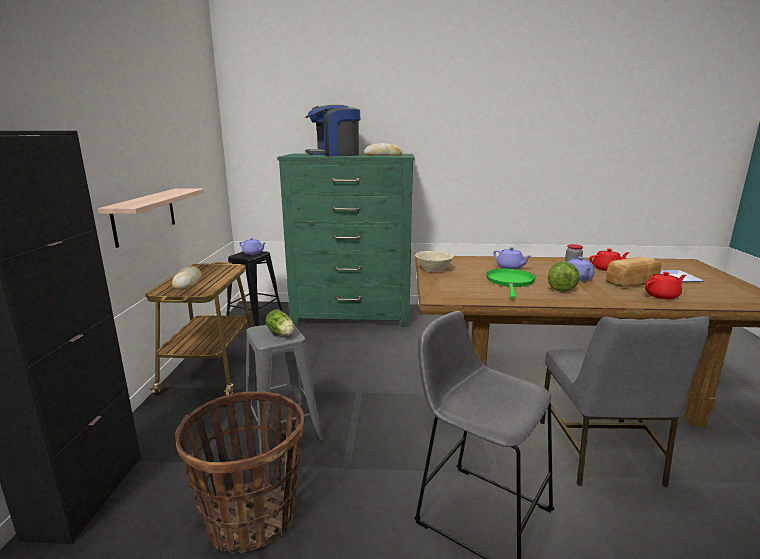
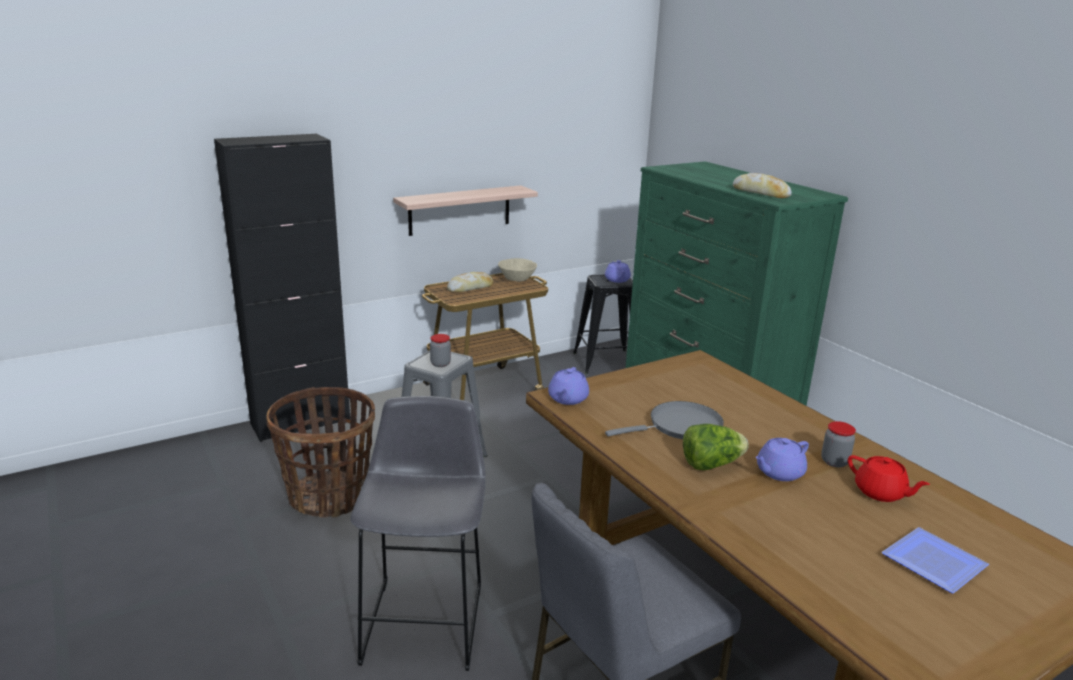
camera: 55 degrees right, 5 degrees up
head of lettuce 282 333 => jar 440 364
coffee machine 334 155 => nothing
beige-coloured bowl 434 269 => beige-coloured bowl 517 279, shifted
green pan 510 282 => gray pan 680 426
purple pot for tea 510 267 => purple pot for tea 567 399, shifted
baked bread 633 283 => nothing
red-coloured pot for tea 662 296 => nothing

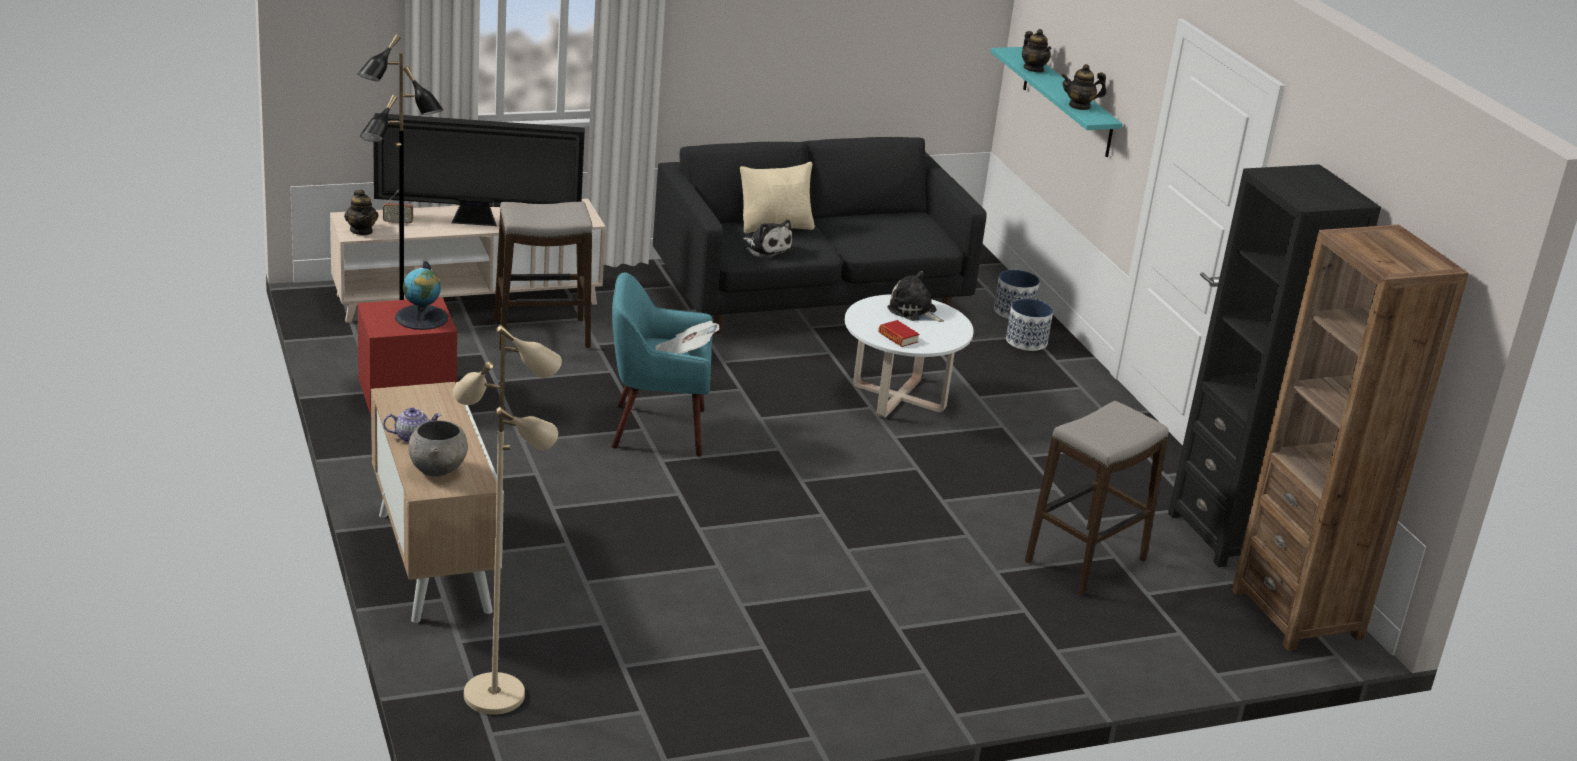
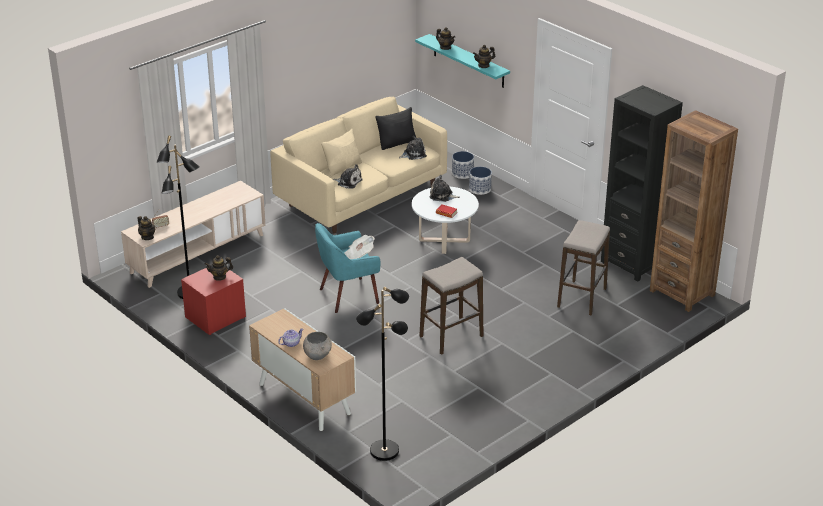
camera: 20 degrees left, 5 degrees up
TV 477 222 => nothing
globe 422 317 => pot for tea 219 277
beige-coloured floor lamp 495 694 => black floor lamp 384 450
sitting stool 542 335 => sitting stool 451 336, shifted
black sofa 810 296 => beige-coloured sofa 361 196
nothing => black throw pillow 397 143
nothing => cuddly toy 413 154

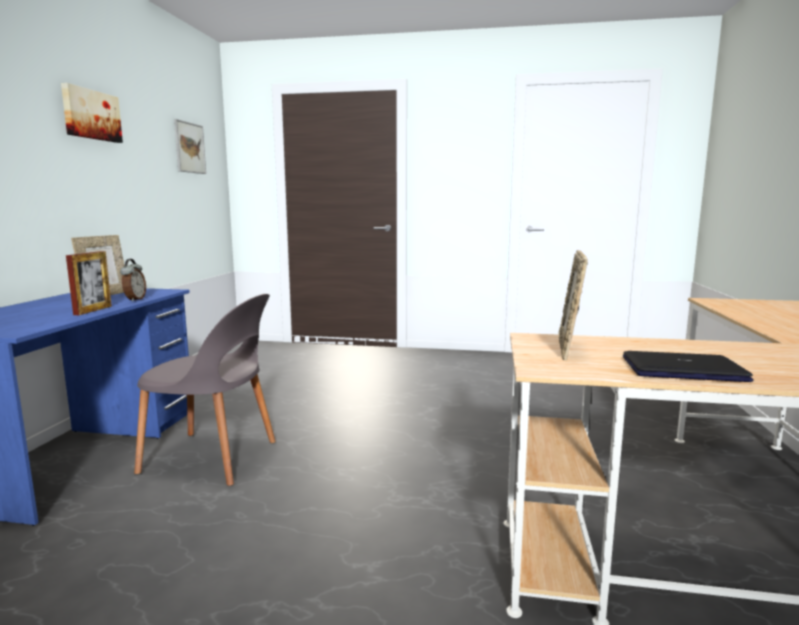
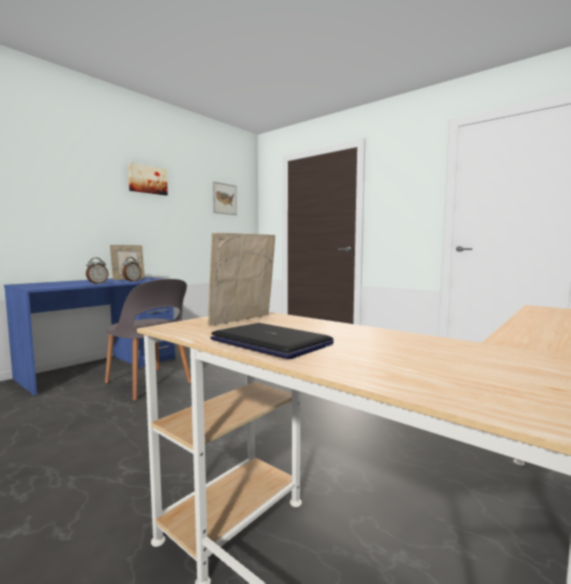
camera: 30 degrees right, 5 degrees down
photo frame 93 310 => bedside clock 97 283

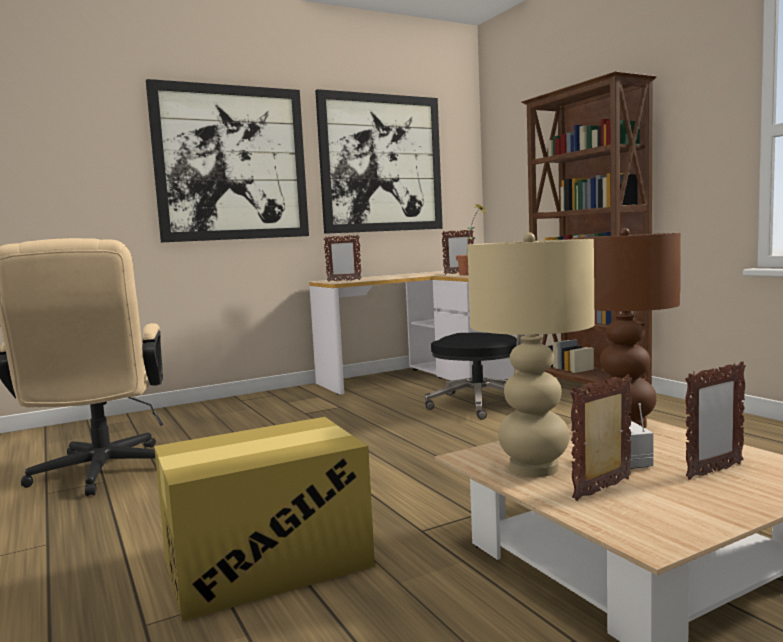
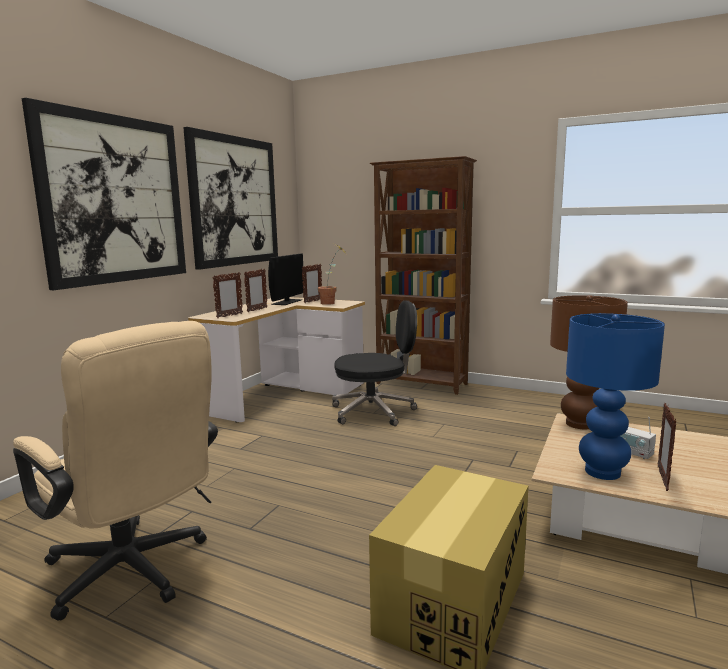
camera: 35 degrees left, 5 degrees up
beige-coloured tabletop lamp 533 468 => blue-coloured tabletop lamp 602 472
photo frame 714 471 => photo frame 257 310, shifted
nothing => computer display 287 302

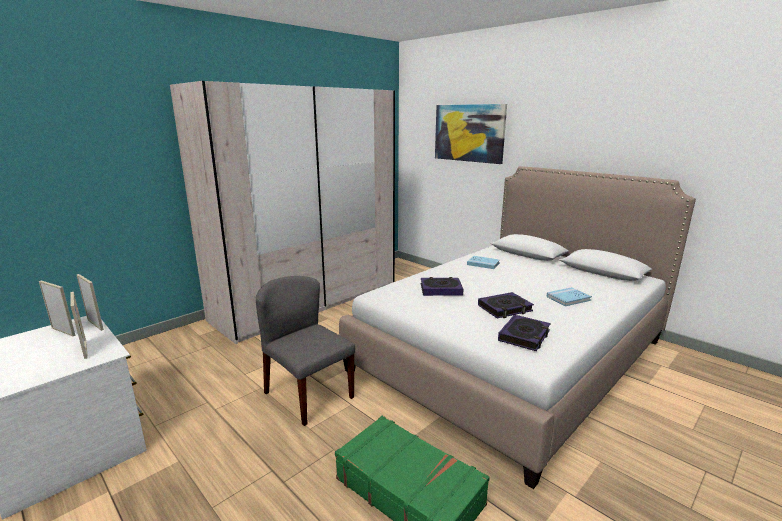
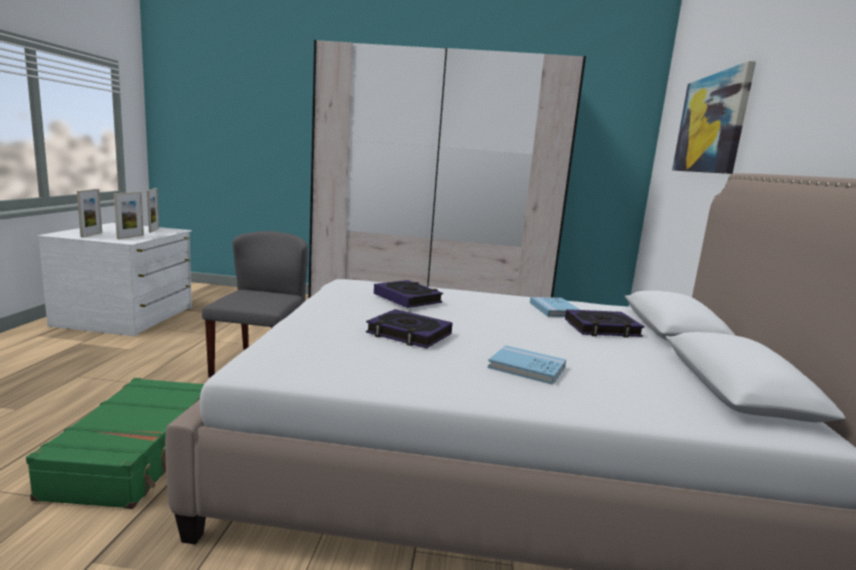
camera: 50 degrees right, 5 degrees down
photo frame 95 324 => photo frame 91 234, shifted
book 524 336 => book 602 328, shifted

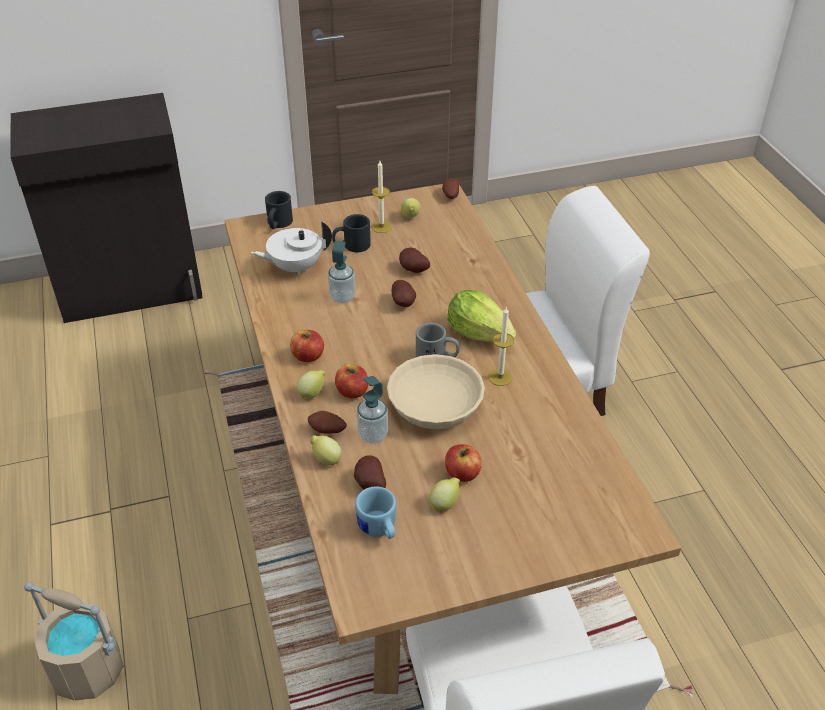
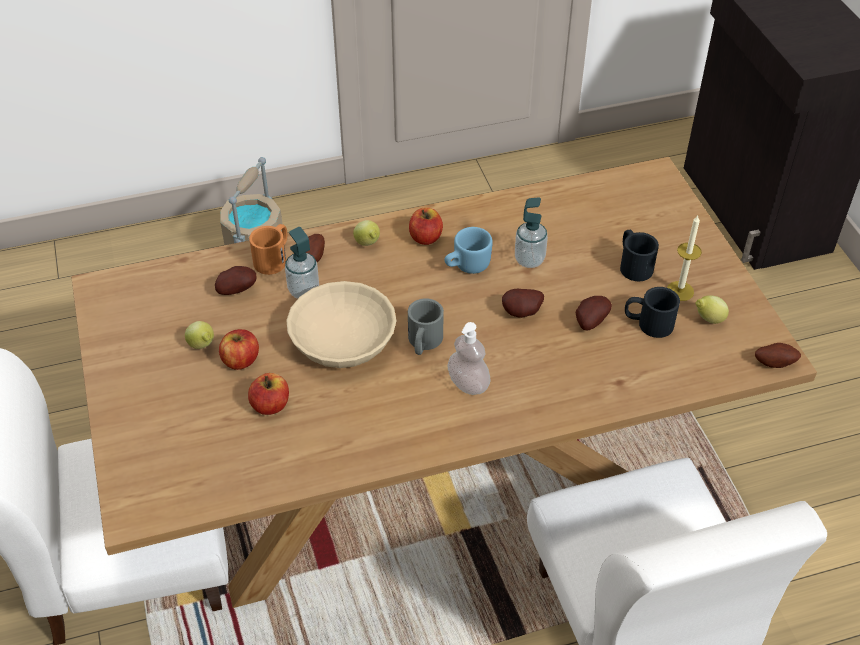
camera: 90 degrees right, 5 degrees up
whitish pot for tea 295 267 => nothing
black mug 278 224 => black mug 648 323, shifted
lemon 326 459 => orange mug 274 258
apple 352 391 => apple 270 405, shifted
blue-coloured mug 379 530 => blue-coloured mug 466 266, shifted
head of lettuce 480 333 => liquid soap bottle 468 384
candle 500 377 => nothing

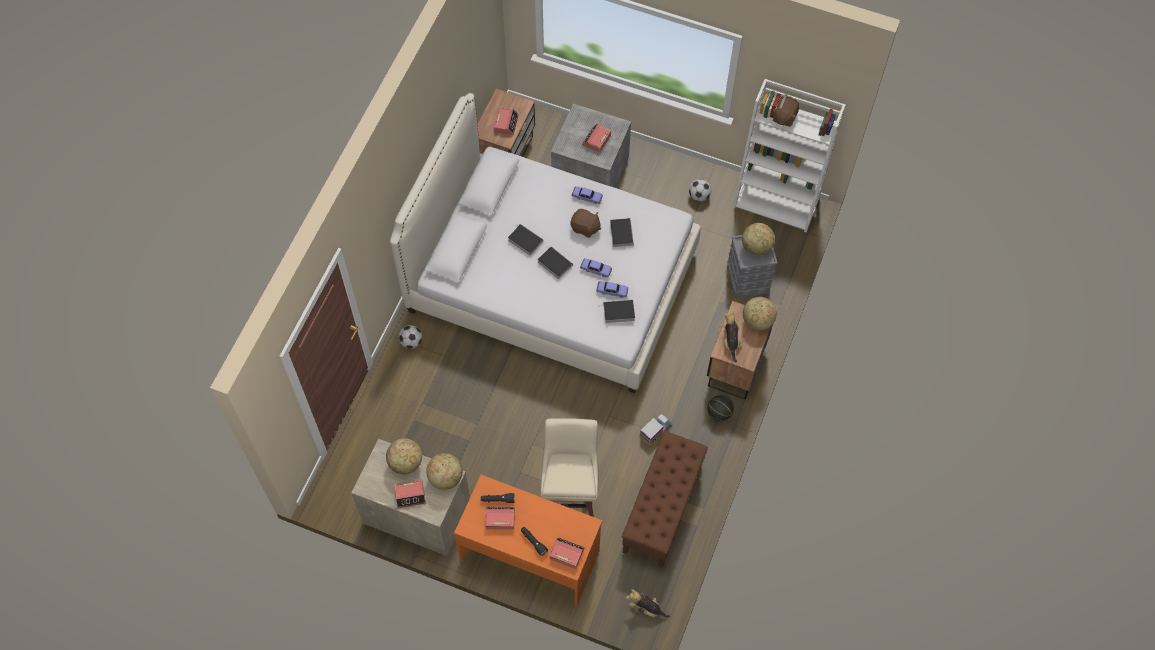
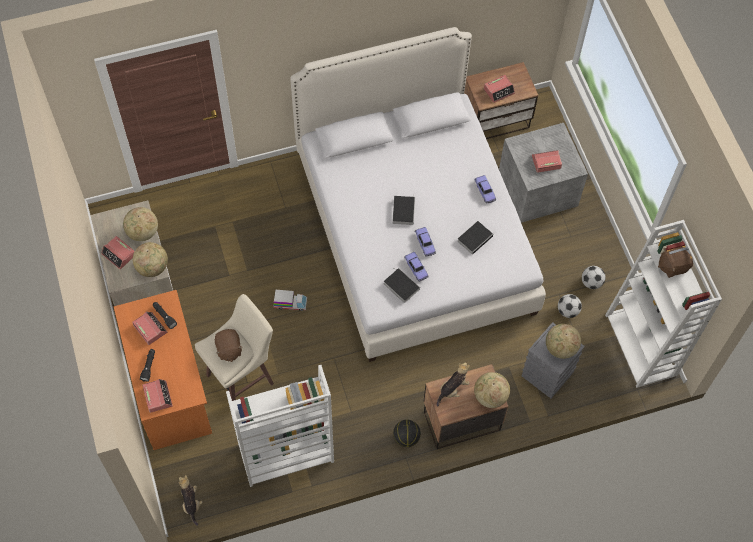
camera: 50 degrees right, 0 degrees up
football 411 342 => football 568 311, shifted
book 524 240 => nothing
brown-coloured cuddly toy 585 228 => brown-coloured cuddly toy 228 349, shifted
brown-coloured bench 662 509 => whitish bookshelf 285 454
toy lorry 655 430 => toy lorry 290 303, shifted

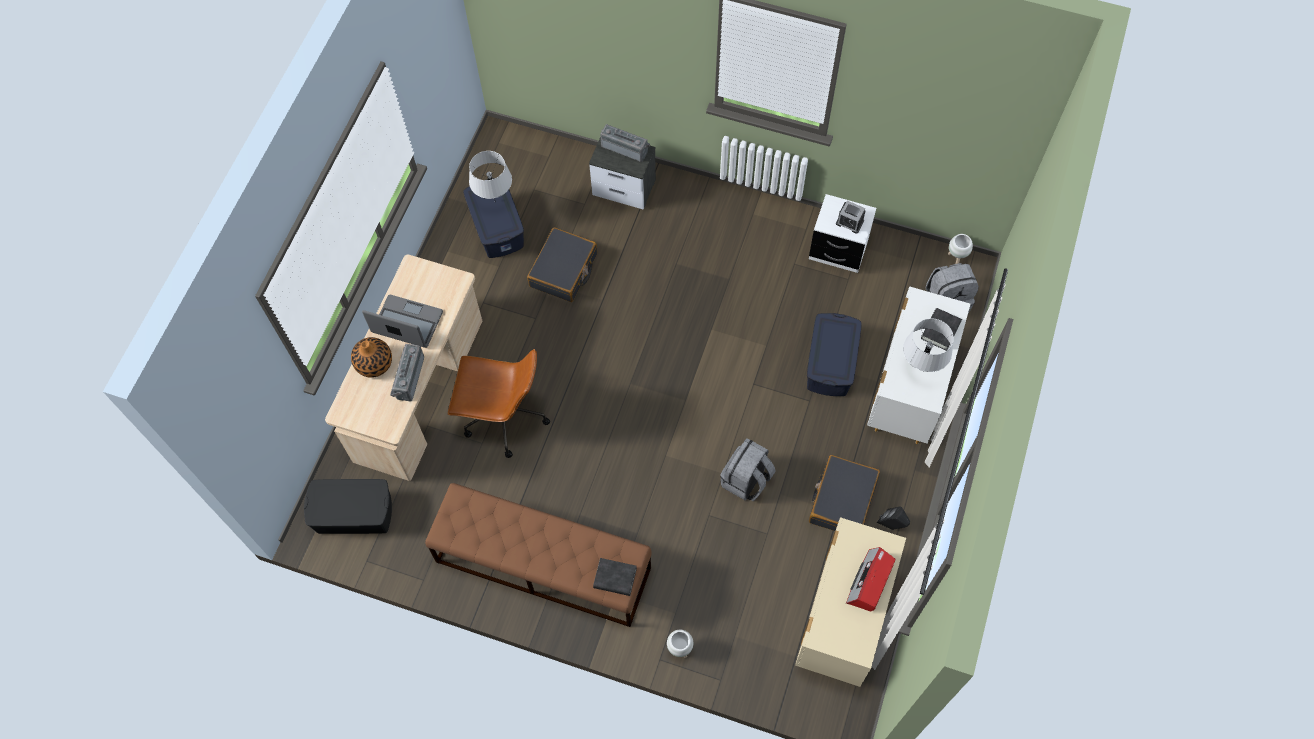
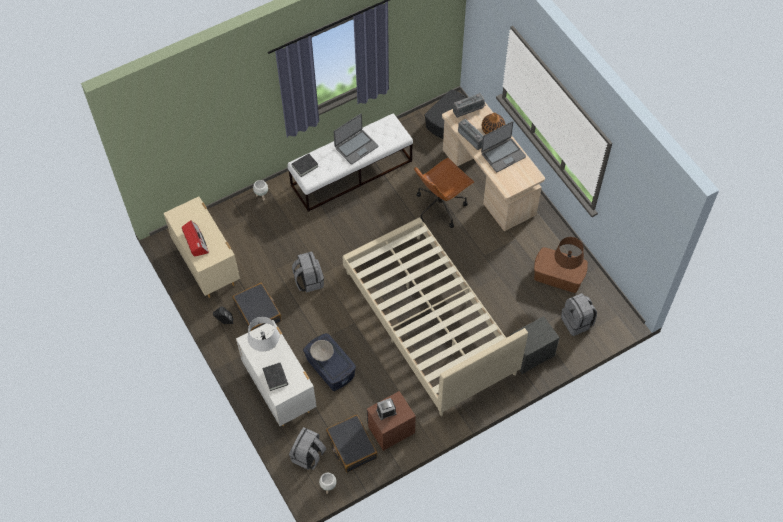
camera: 130 degrees right, 5 degrees down
brown-coloured bench 542 565 => whitish bench 352 173
blue-coloured storage box 497 227 => brown-coloured storage box 558 276
gray tabletop lamp 495 201 => brown-coloured tabletop lamp 565 270
black suitcase 564 270 => black suitcase 351 446, shifted
radio 625 147 => radio 468 111, shifted
whitish night table 838 250 => brown-coloured night table 391 429
nothing => gray bowl 322 353
nothing => laptop 356 147
nothing => beige-coloured bedroom bed 429 323
nothing => gray rucksack 577 322

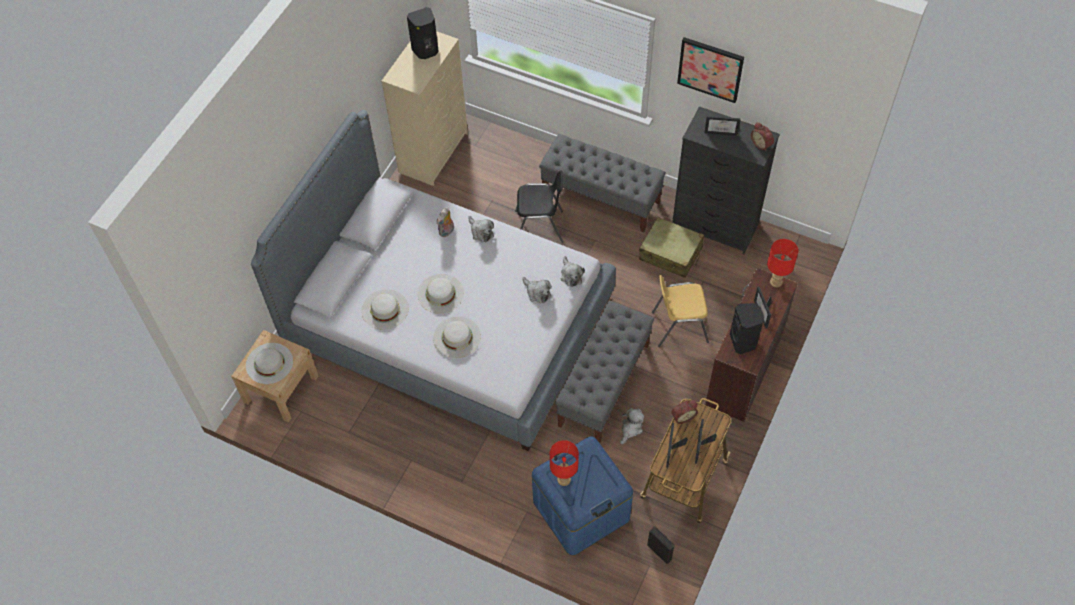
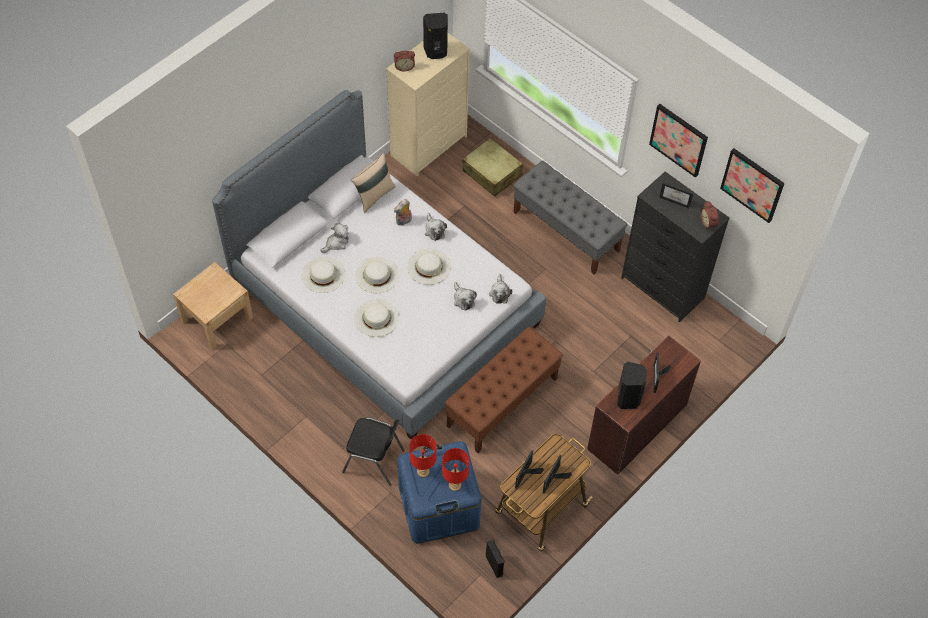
camera: 15 degrees right, 0 degrees up
whitish clothing hat 269 363 => whitish clothing hat 429 266, shifted
black plain chair 539 227 => black plain chair 374 461, shifted
gray bench 604 384 => brown-coloured bench 502 402
cuddly toy 631 428 => cuddly toy 336 243, shifted
beige-coloured suitcase 670 253 => beige-coloured suitcase 492 173, shifted
yellow-coloured plain chair 679 326 => nothing
bedside clock 682 416 => bedside clock 404 66, shifted
red-coloured tabletop lamp 775 282 => red-coloured tabletop lamp 454 485, shifted
nothing => beige-coloured throw pillow 374 195
nothing => wall picture 752 184

